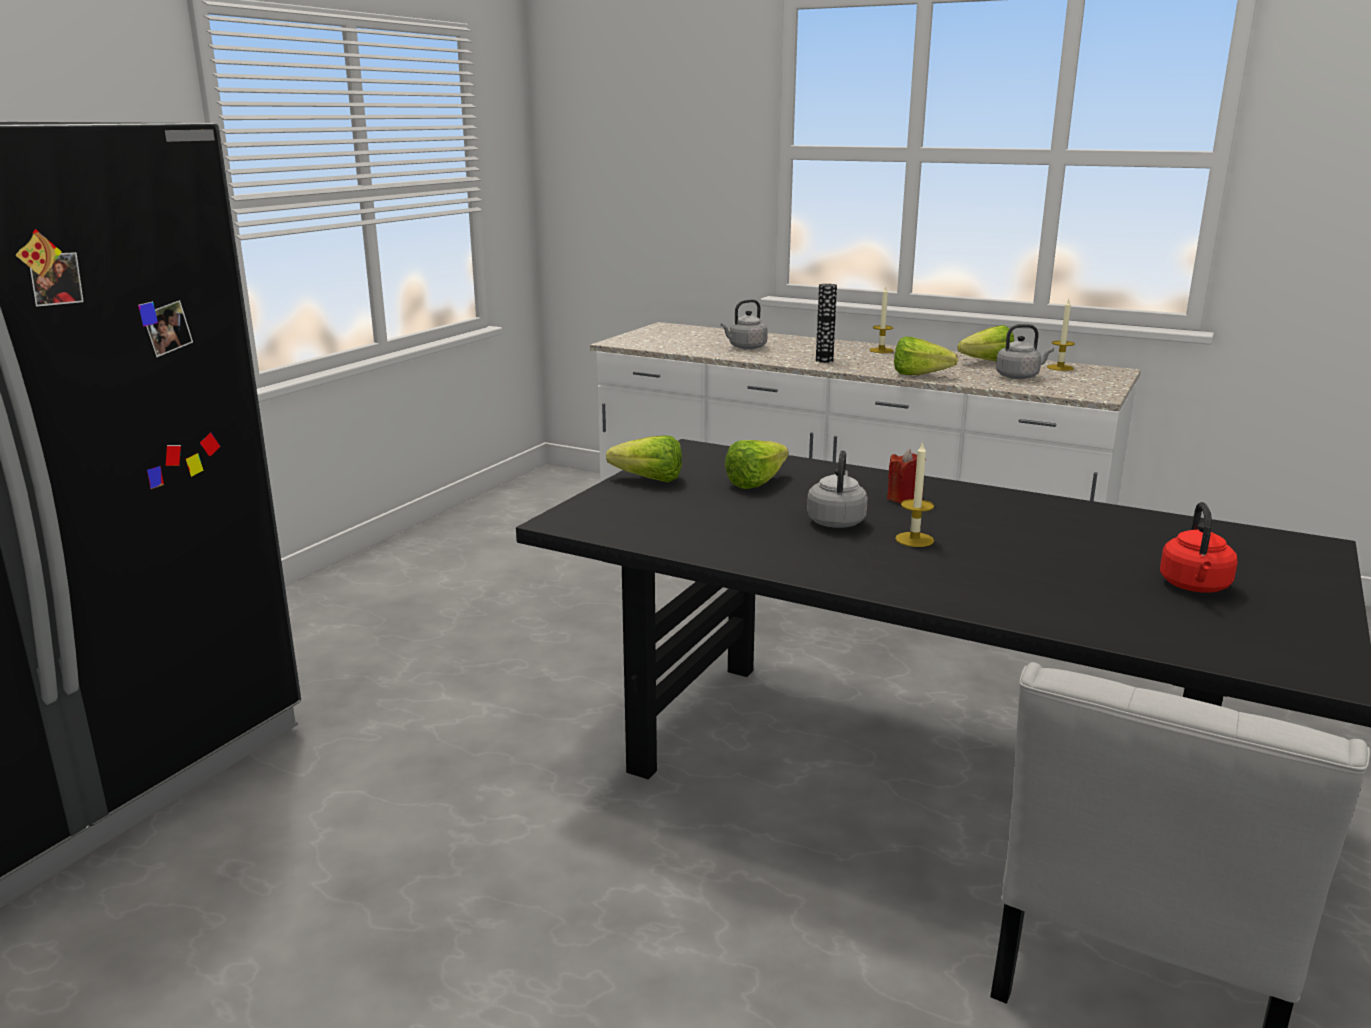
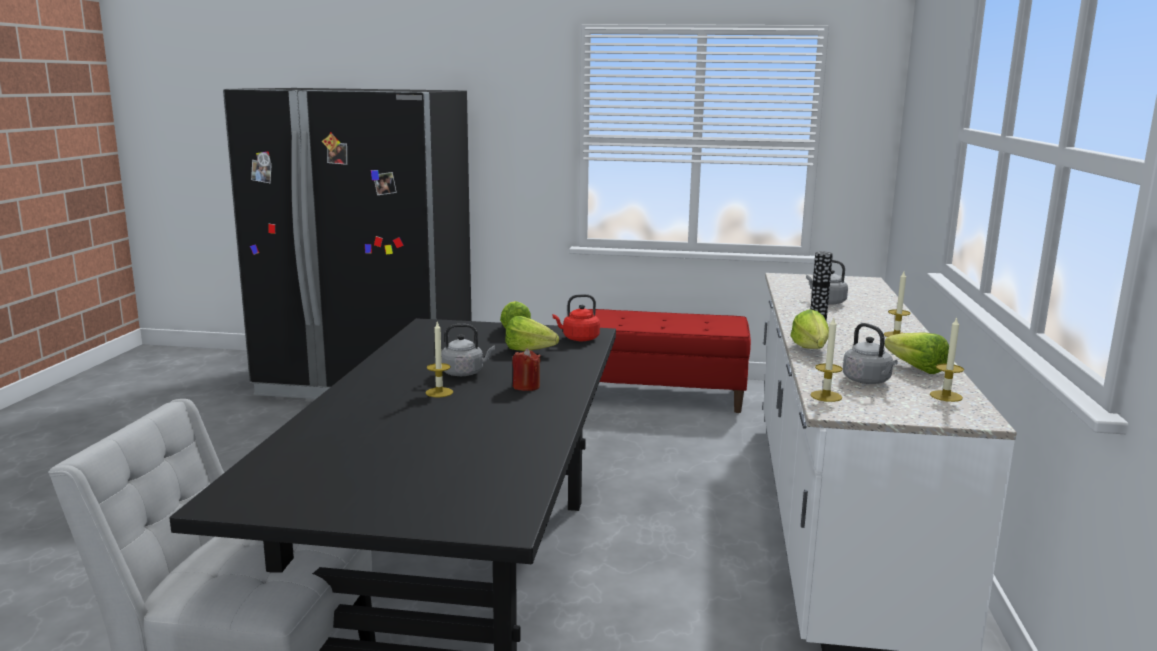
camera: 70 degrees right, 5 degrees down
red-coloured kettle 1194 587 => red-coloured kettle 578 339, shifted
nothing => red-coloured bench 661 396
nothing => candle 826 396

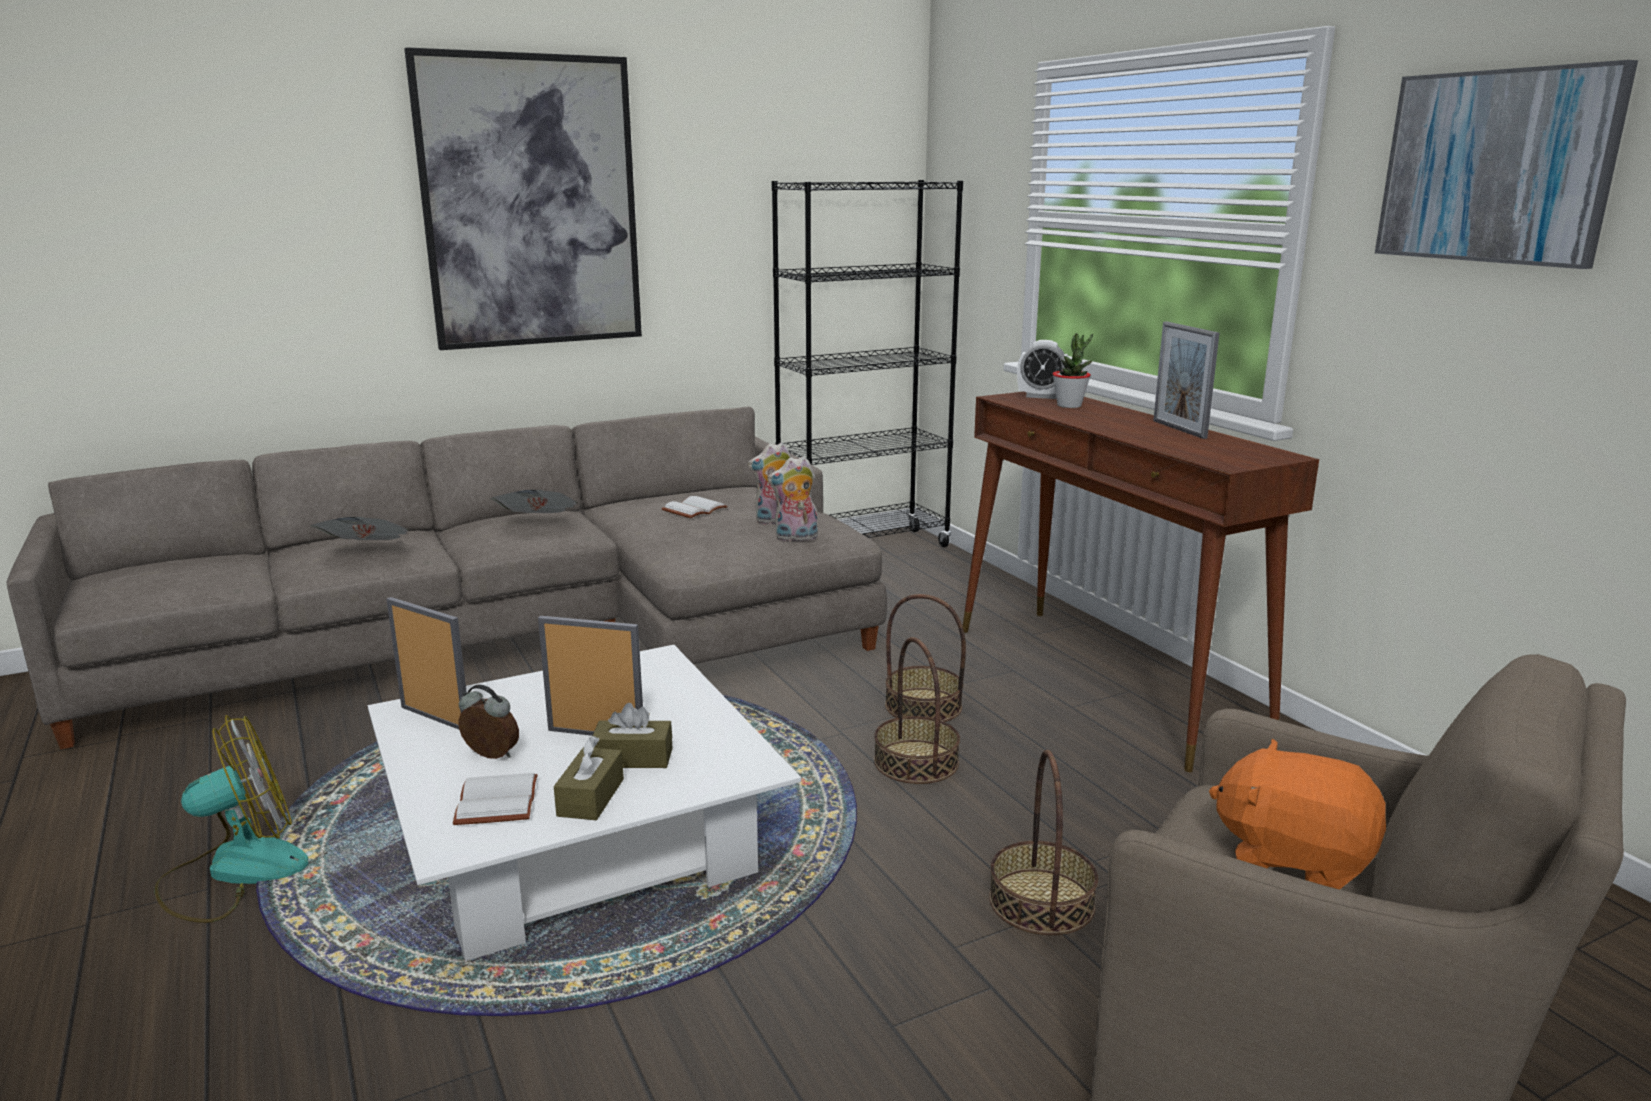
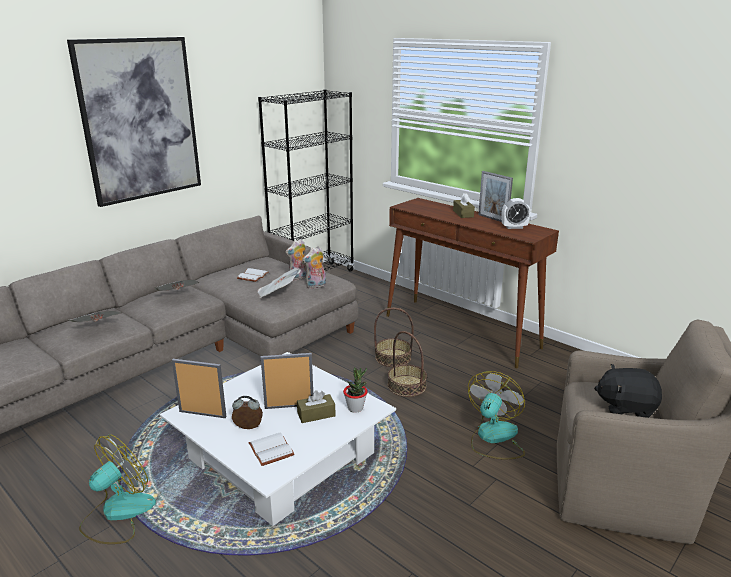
camera: 20 degrees left, 5 degrees up
brown-coloured tissue holder 591 797 => brown-coloured tissue holder 463 214, shifted
storage basket 1041 901 => electric fan 493 438
bedside clock 1041 396 => bedside clock 514 227, shifted
potted plant 1069 405 => potted plant 355 408, shifted
orange cuddly toy 1293 857 => black cuddly toy 625 407
wall picture 1496 167 => nothing
nothing => daily paper 278 293

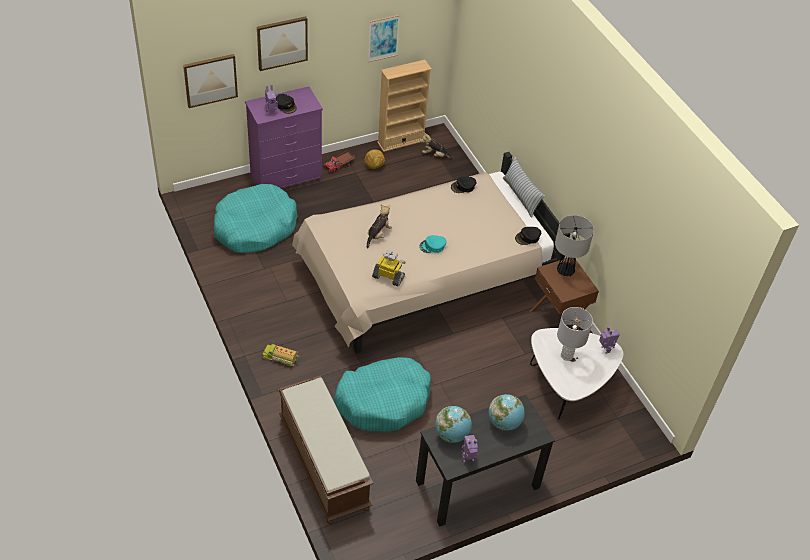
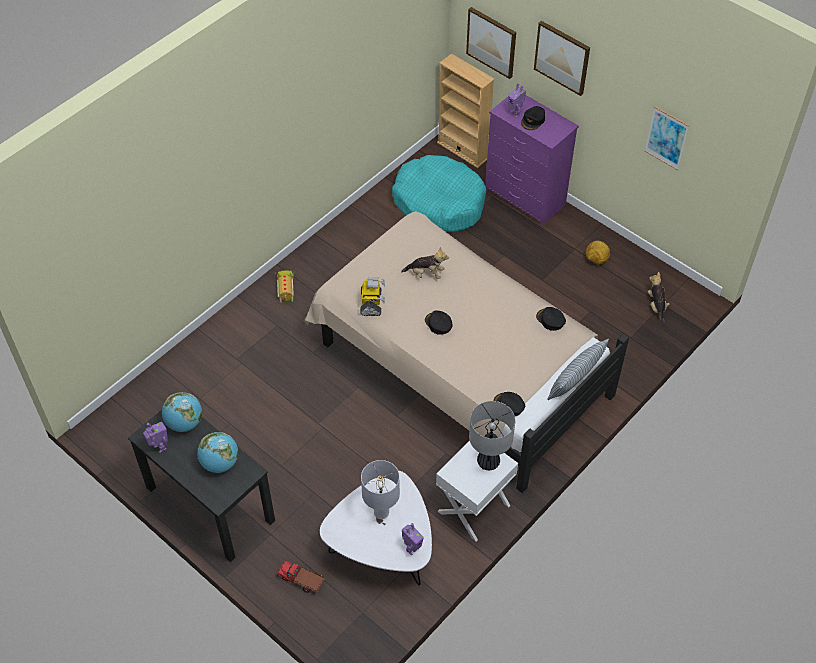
camera: 70 degrees right, 5 degrees up
brown-coloured bench 322 463 => nothing
toy lorry 339 165 => toy lorry 301 580, shifted
turquoise-coloured pet bed 383 401 => nothing
beige-coloured bookshelf 401 141 => beige-coloured bookshelf 463 150, shifted
turquoise-coloured baseball cap 432 246 => black baseball cap 438 324
brown-coloured night table 558 320 => whitish night table 474 509

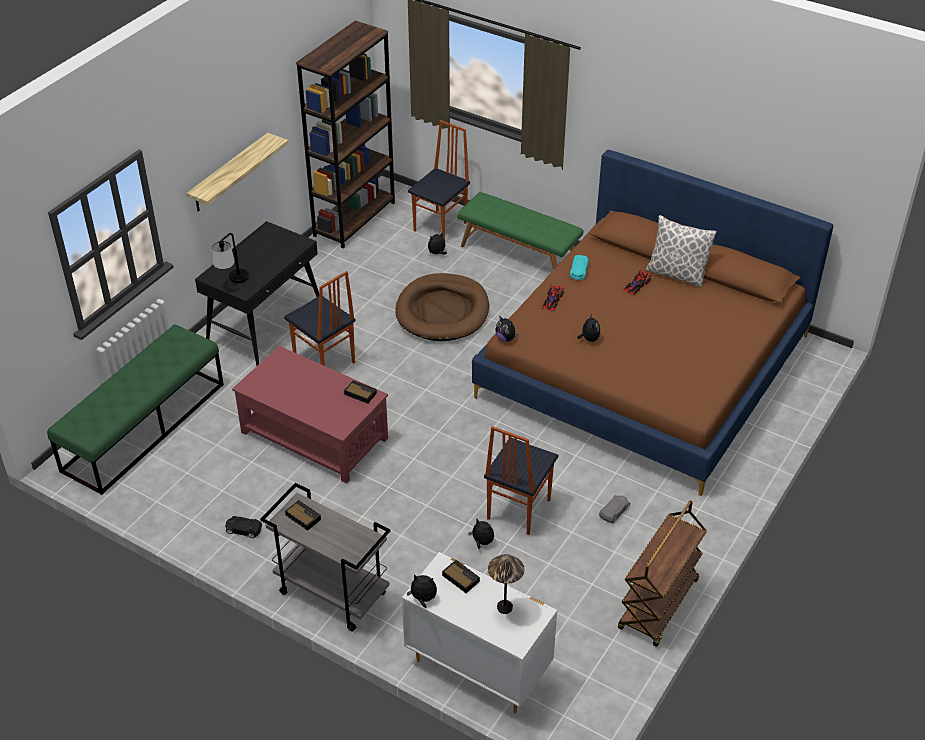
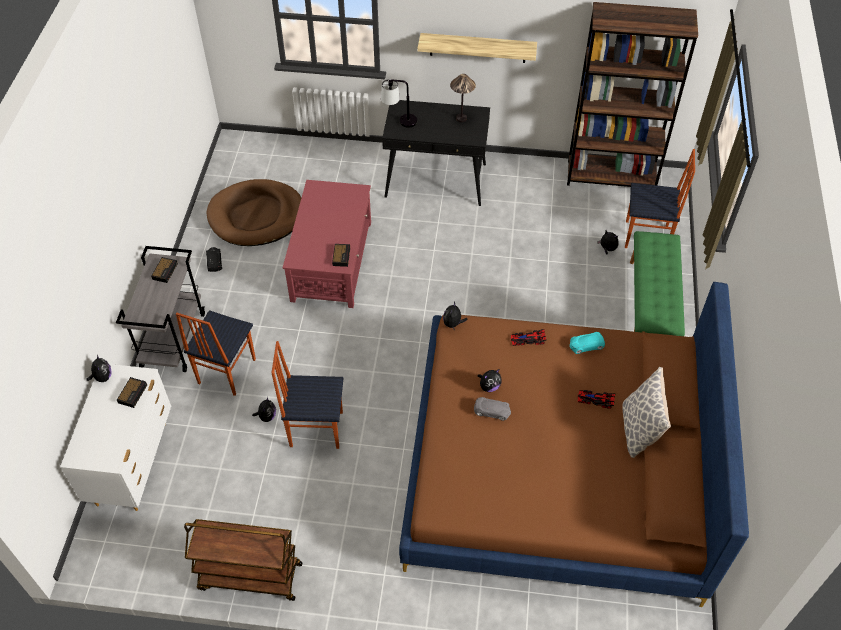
camera: 65 degrees right, 10 degrees up
green bench 144 426 => nothing
plain chair 324 362 => plain chair 225 371, shifted
brown-coloured pet bed 442 311 => brown-coloured pet bed 256 216, shifted
tabletop lamp 504 607 => tabletop lamp 461 118, shifted
gray toy car 614 511 => gray toy car 492 411, shifted

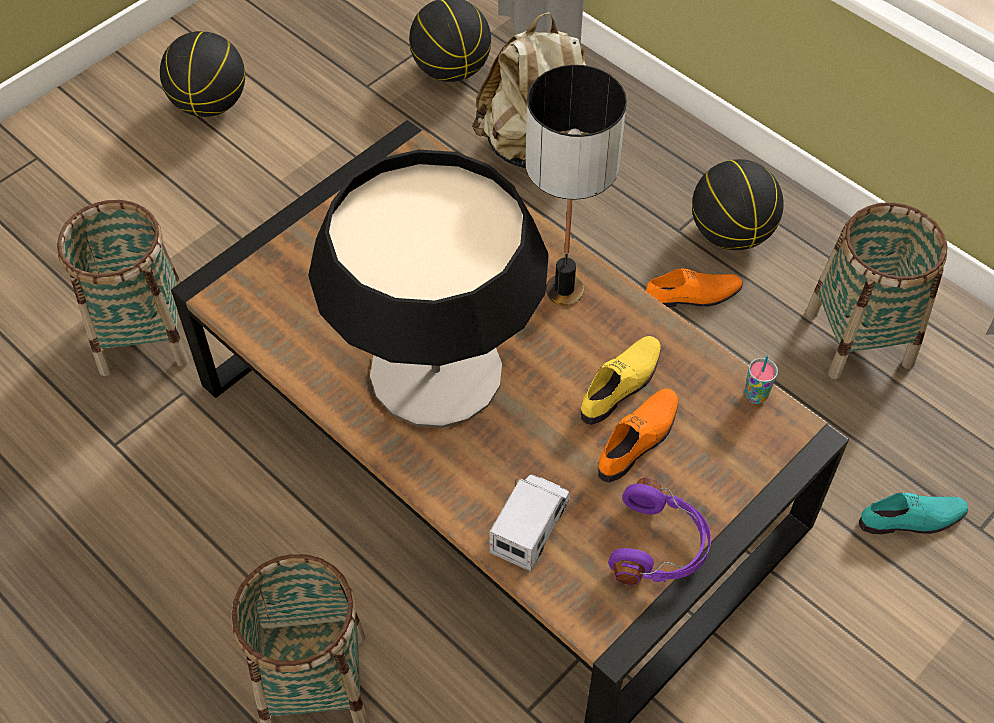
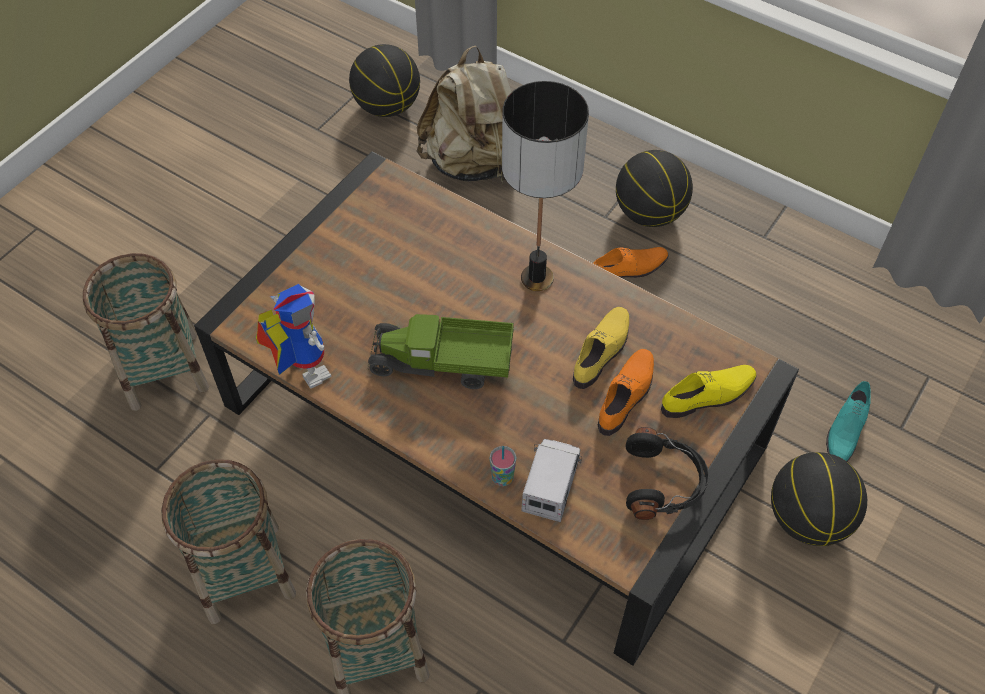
camera: 10 degrees left, 0 degrees up
basketball ball 209 104 => basketball ball 807 519, shifted
tabletop lamp 436 372 => toy lorry 442 363
purple headphones 660 546 => black headphones 664 483
cup 755 395 => cup 502 478, shifted
storage basket 859 338 => storage basket 244 572, shifted
turquoise-coloured low shoe 912 519 => turquoise-coloured low shoe 845 428, 135 degrees clockwise
nothing => model robot 299 367
nothing => yellow-coloured low shoe 709 395

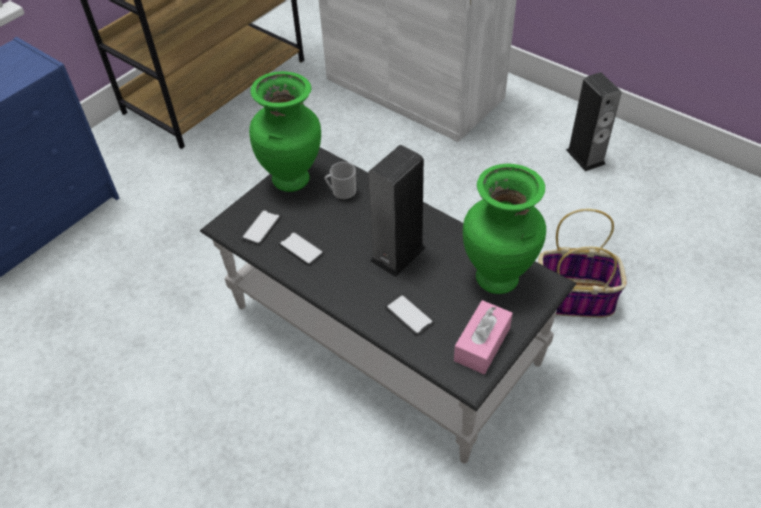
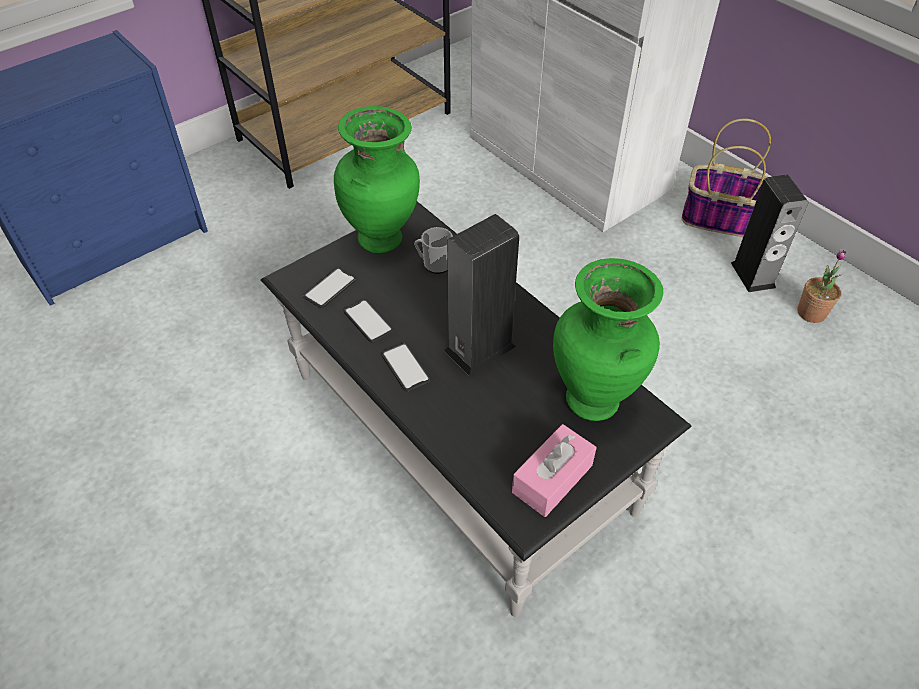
camera: 10 degrees right, 0 degrees up
phone 409 315 => phone 405 367, shifted
storage basket 574 298 => storage basket 721 219, shifted
nothing => potted plant 811 313

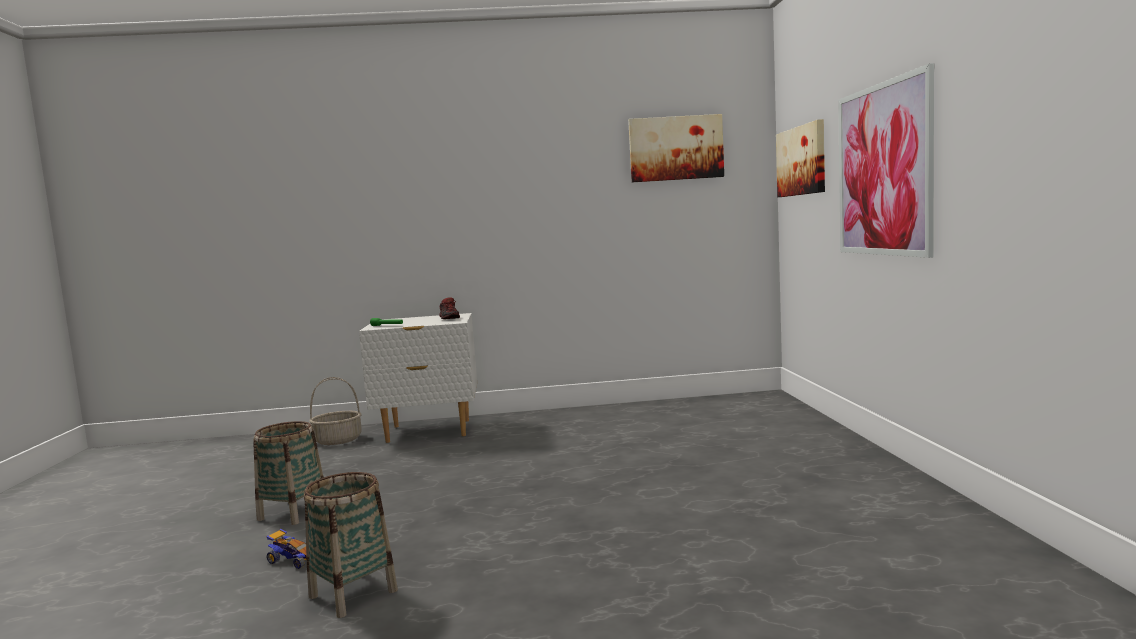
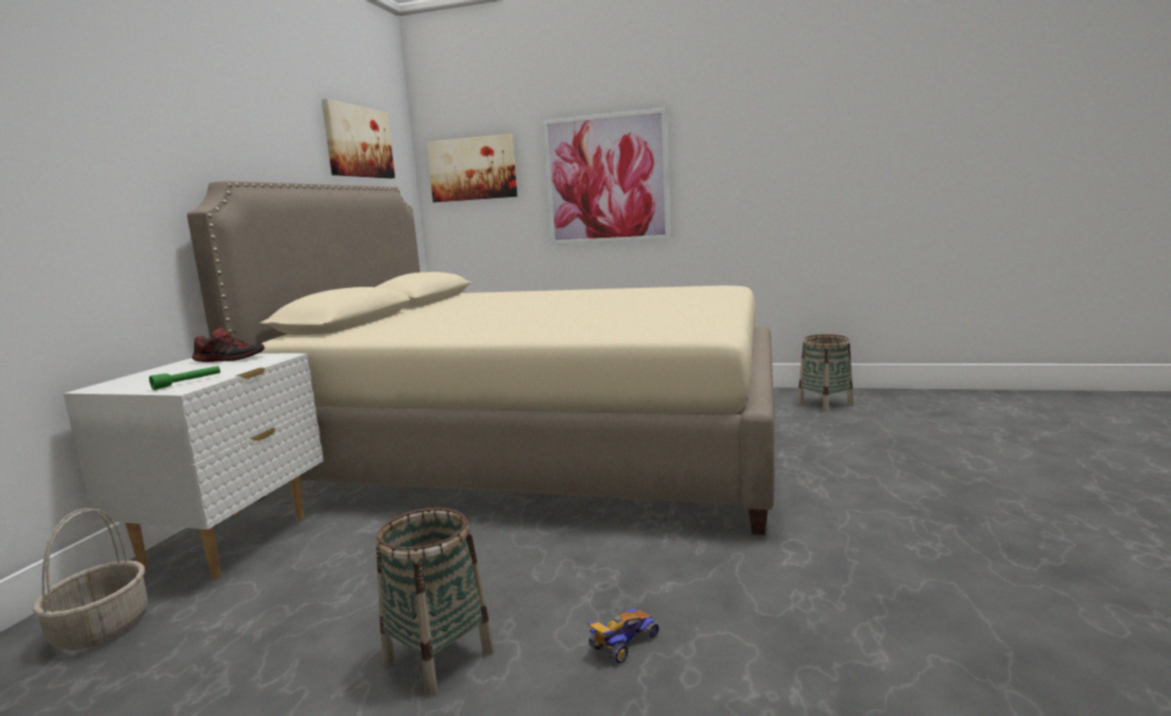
camera: 70 degrees left, 5 degrees up
storage basket 353 594 => storage basket 825 404, shifted
nothing => beige-coloured bedroom bed 541 447

